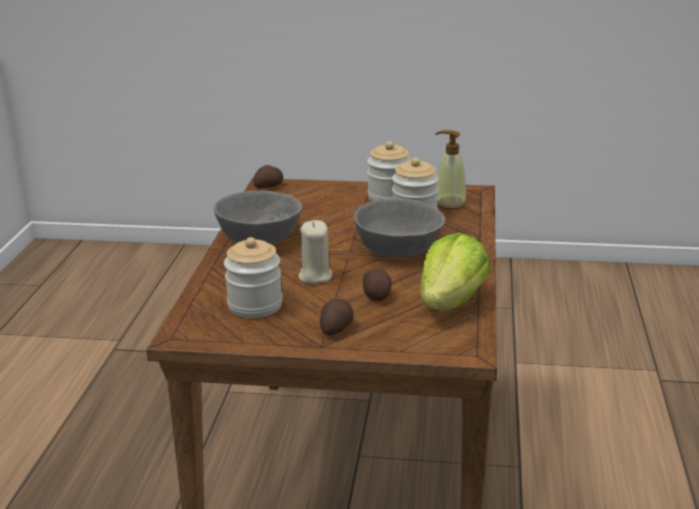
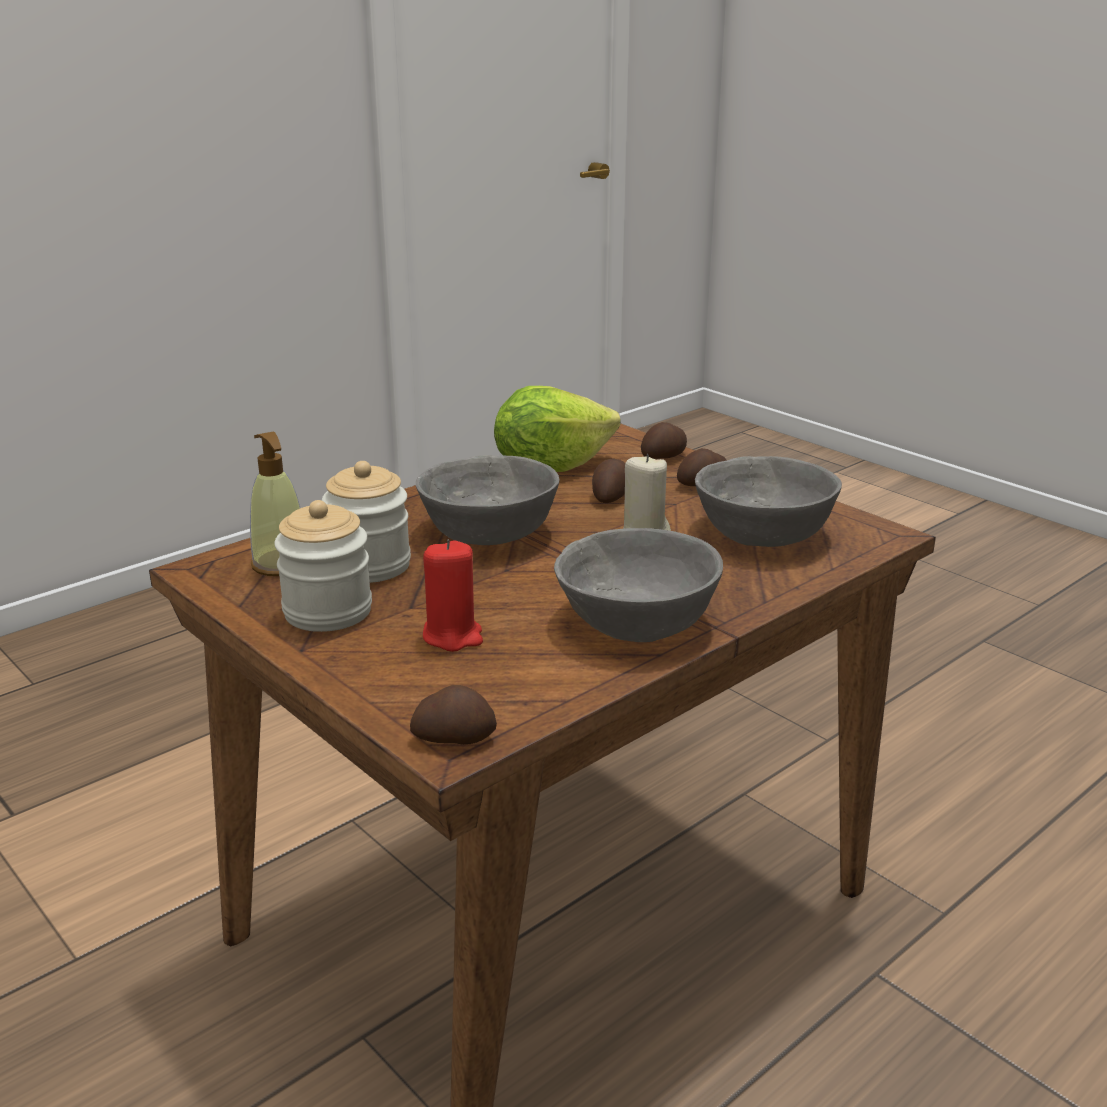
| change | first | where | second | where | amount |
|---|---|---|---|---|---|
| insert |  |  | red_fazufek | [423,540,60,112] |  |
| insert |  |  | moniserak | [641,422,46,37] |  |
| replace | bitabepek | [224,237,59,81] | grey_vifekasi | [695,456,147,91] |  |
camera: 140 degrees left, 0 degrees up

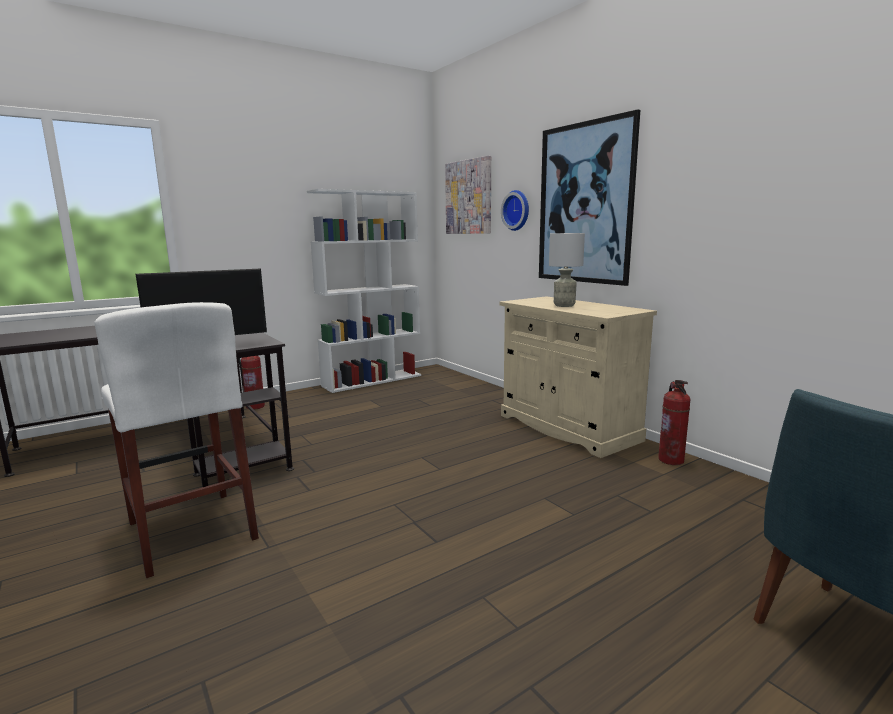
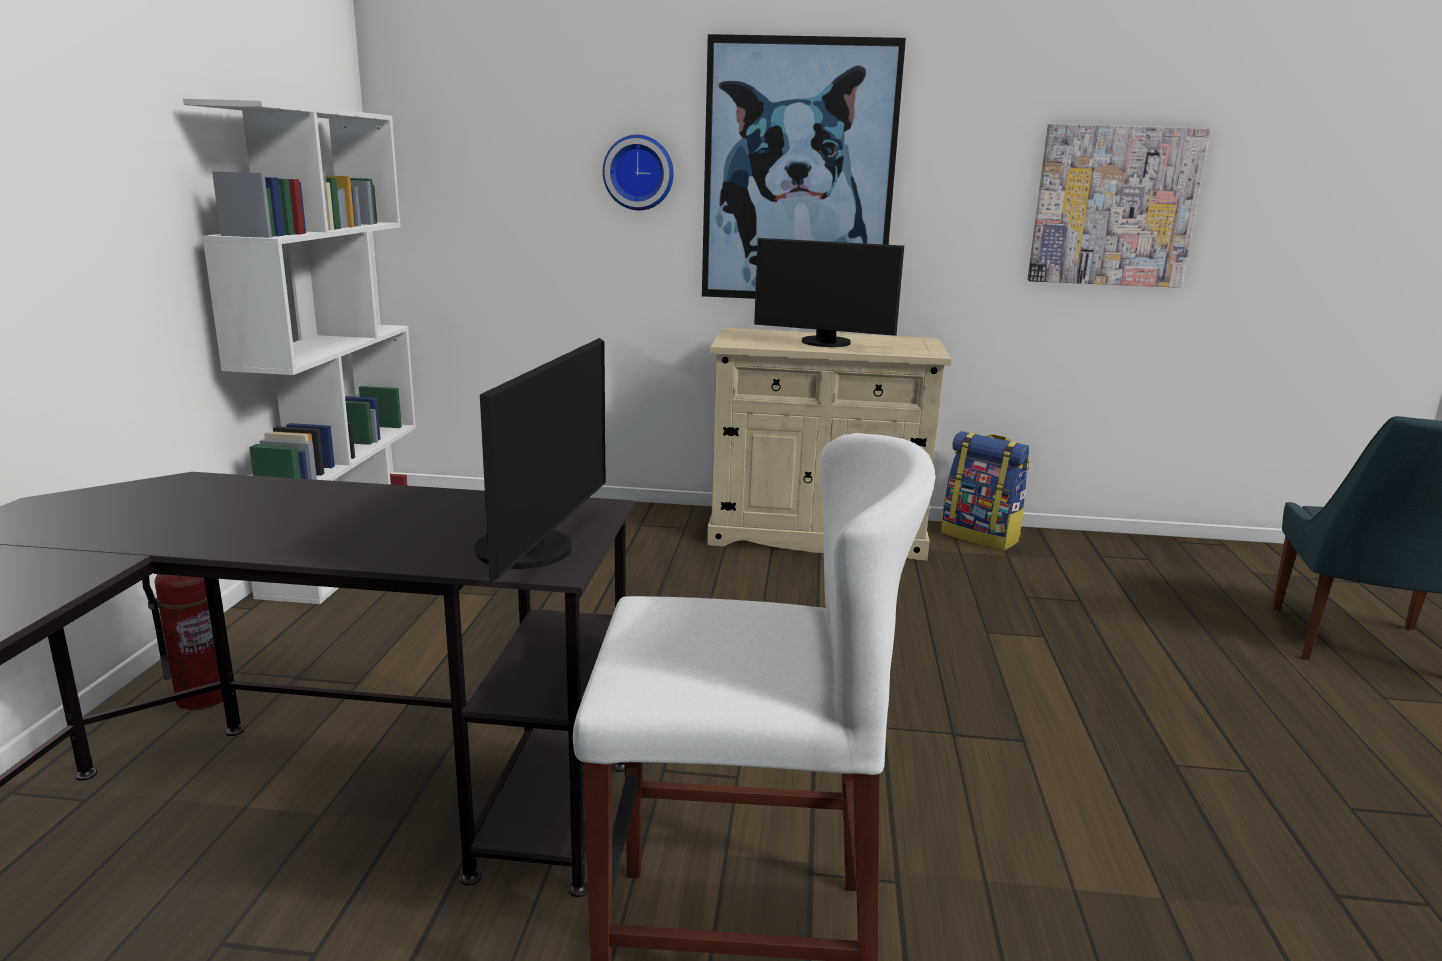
| change | first | where | second | where | amount |
|---|---|---|---|---|---|
| replace | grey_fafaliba | [549,233,36,74] | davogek | [754,238,150,109] |  |
| replace | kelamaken | [658,380,32,85] | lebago | [941,431,89,120] |  |
| move | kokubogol | [445,156,46,78] |  | [1028,124,183,164] |  |
camera: 50 degrees left, 5 degrees up

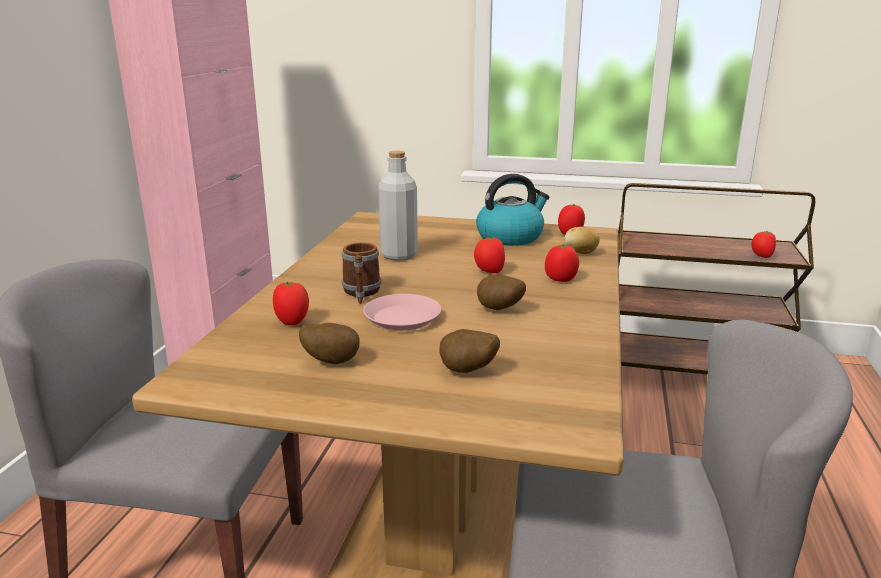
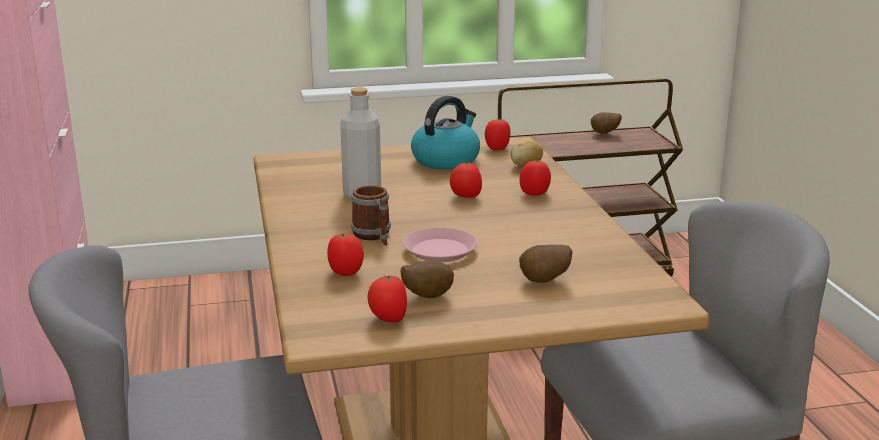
| change | first | where | second | where | amount |
|---|---|---|---|---|---|
| move | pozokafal | [751,231,25,27] |  | [368,275,39,48] |  |
| move | moniserak | [477,274,49,36] |  | [591,112,31,22] |  |
camera: 25 degrees left, 0 degrees up

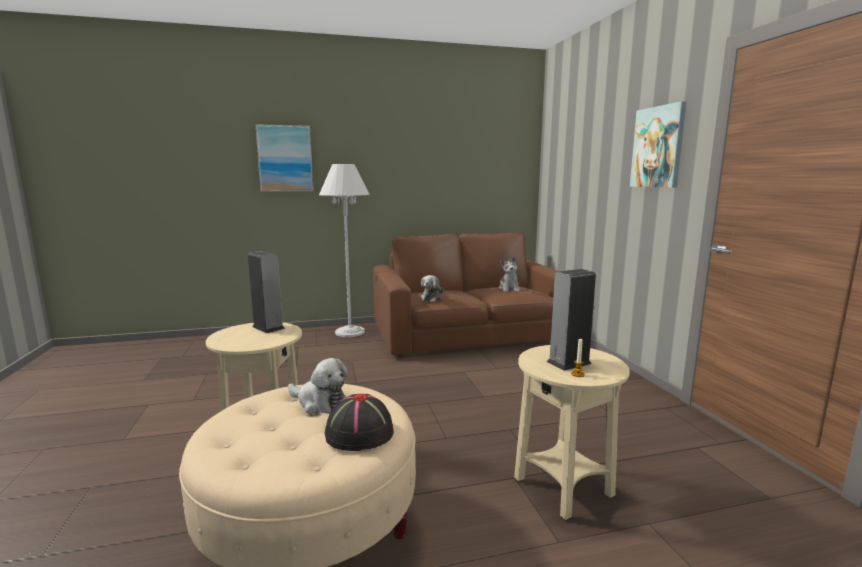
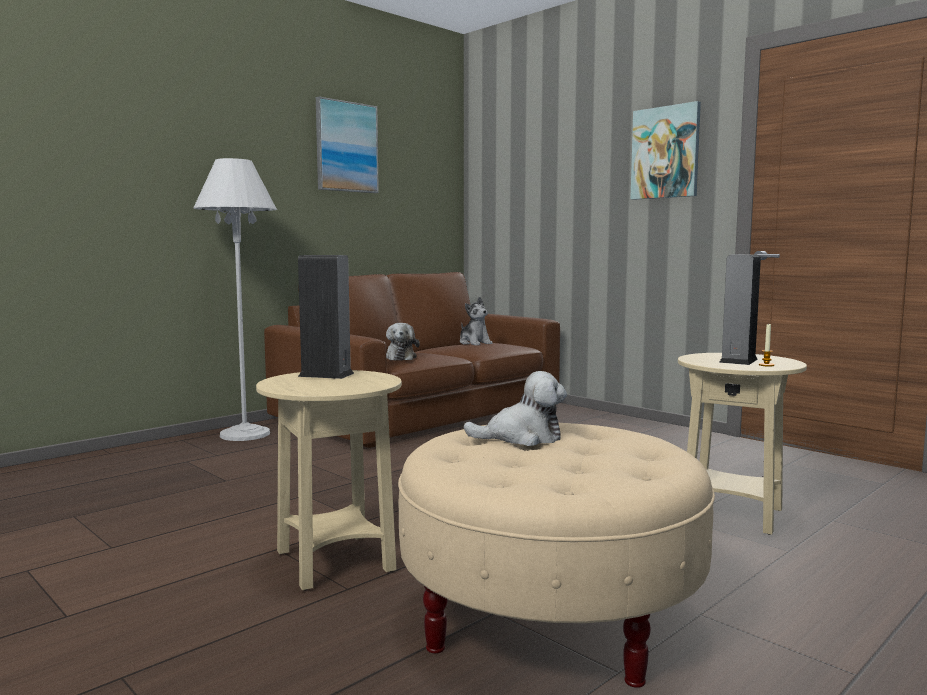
| change | first | where | second | where | amount |
|---|---|---|---|---|---|
| move | kokubogol | [255,124,58,68] |  | [316,97,63,96] |  |
| delete | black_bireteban | [325,394,69,57] |  |  |  |
camera: 30 degrees left, 5 degrees down

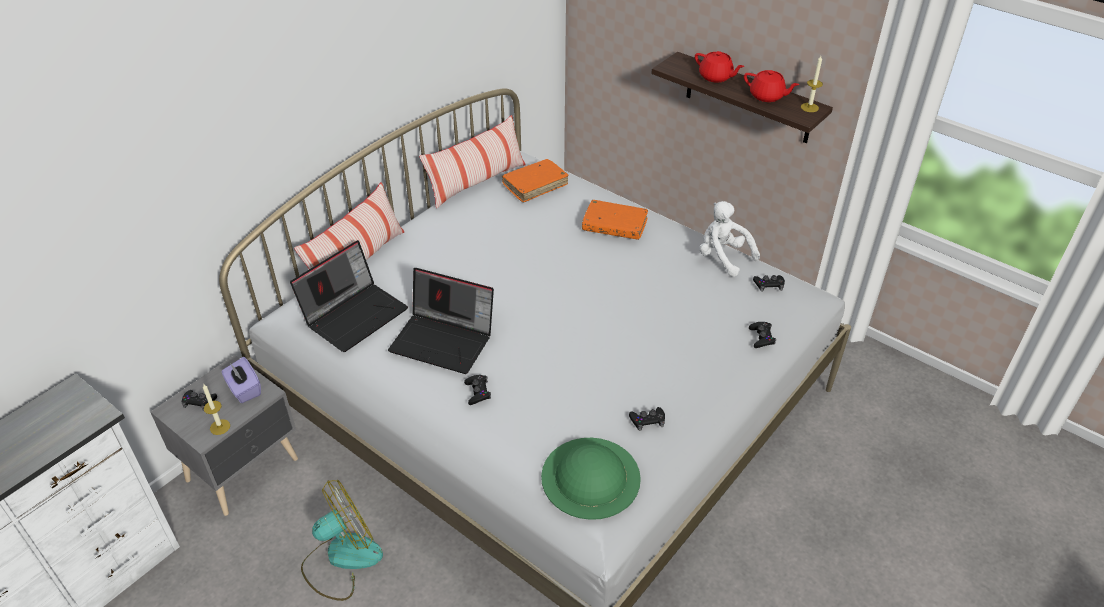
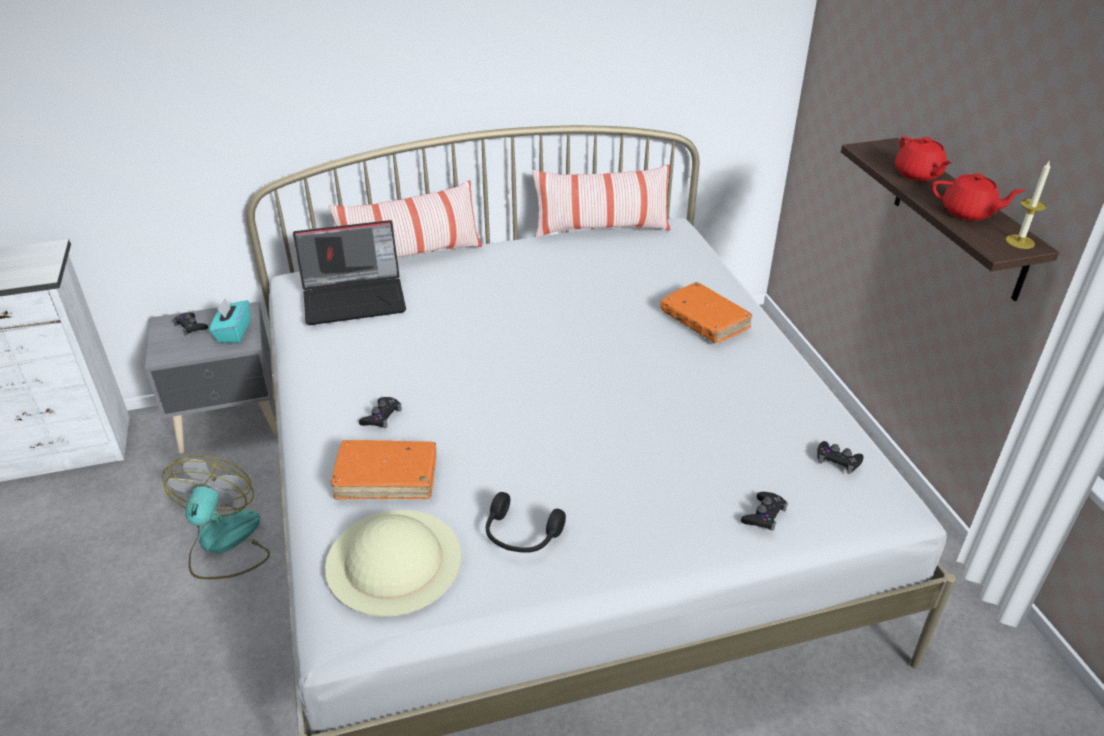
| change | first | where | second | where | amount |
|---|---|---|---|---|---|
| rotate | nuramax | [301,480,82,121] |  | [162,455,108,124] | 90 degrees counterclockwise |
| recolor | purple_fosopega | [221,357,40,46] | turquoise_fosopega | [209,298,41,45] |  |
| recolor | green_bireteban | [541,438,100,82] | beige_bireteban | [325,510,136,106] |  |
| move | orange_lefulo | [502,159,67,43] |  | [331,440,106,60] |  |
| replace | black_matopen | [629,407,36,24] | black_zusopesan | [486,492,80,61] |  |
| rotate | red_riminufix | [744,70,55,32] |  | [932,173,94,48] | 45 degrees counterclockwise |
| delete | fazufek | [203,384,27,51] |  |  |  |
| delete | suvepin | [388,268,106,106] |  |  |  |
| delete | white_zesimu | [699,201,61,76] |  |  |  |
camera: 35 degrees right, 5 degrees down

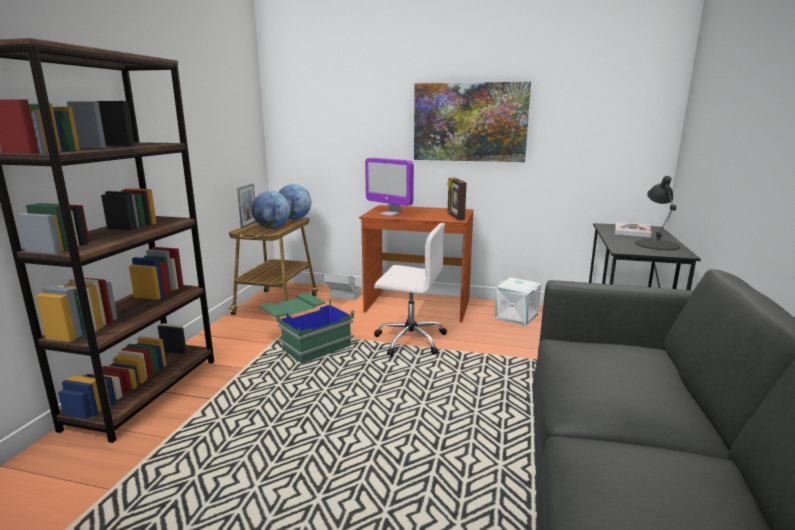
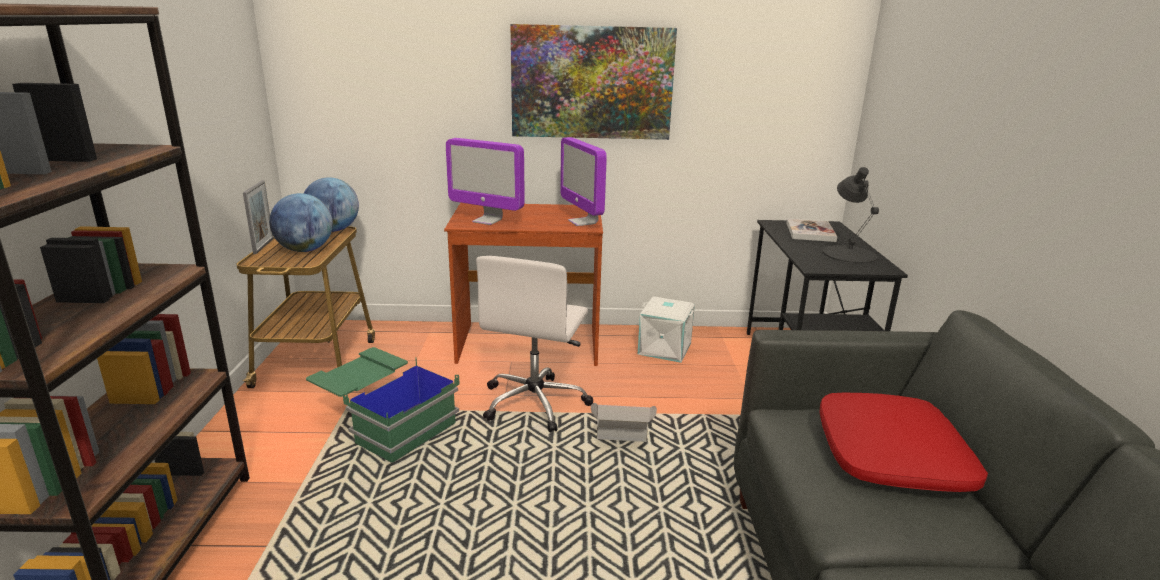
| change | first | where | second | where | amount |
|---|---|---|---|---|---|
| rotate | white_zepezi | [374,223,73,133] |  | [476,256,117,176] | 105 degrees clockwise |
| replace | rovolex | [447,178,20,42] | davogek | [560,137,47,89] |  |
| move | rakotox | [323,273,38,27] |  | [591,403,66,39] |  |
| insert |  |  | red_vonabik | [819,392,169,100] |  |
camera: 15 degrees left, 5 degrees up

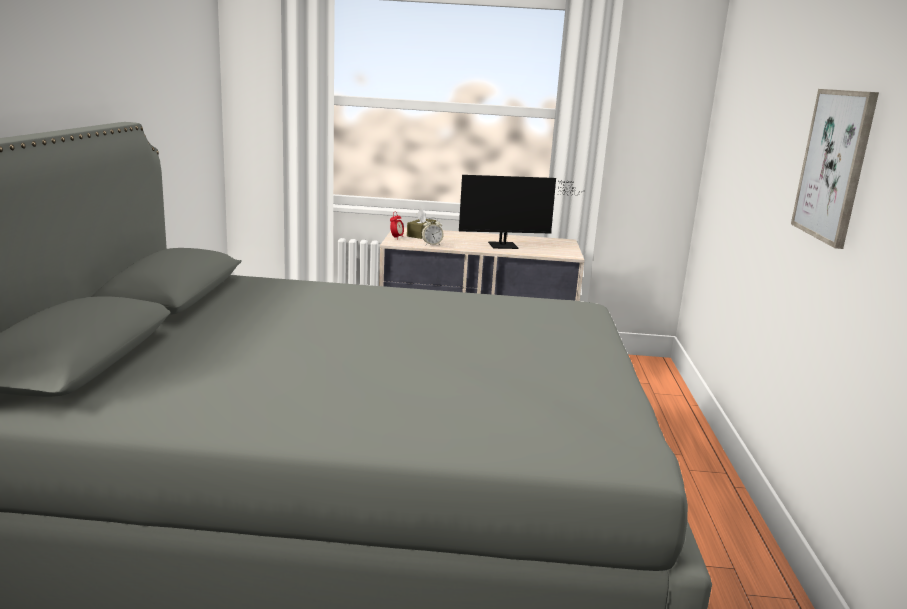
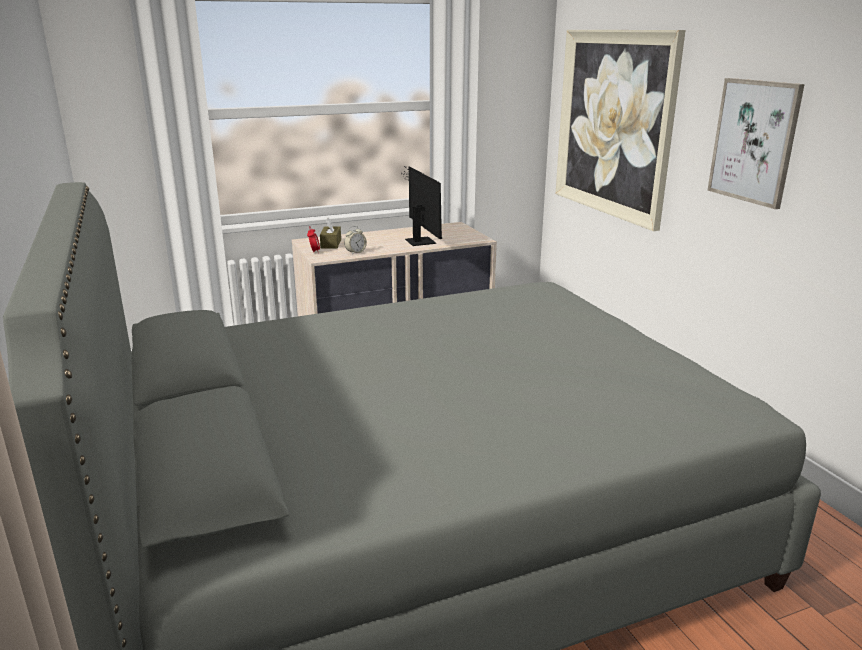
| change | first | where | second | where | amount |
|---|---|---|---|---|---|
| rotate | davogek | [459,175,125,74] |  | [404,166,38,80] | 75 degrees counterclockwise |
| insert |  |  | kokubogol | [555,30,131,201] |  |
camera: 25 degrees left, 5 degrees up

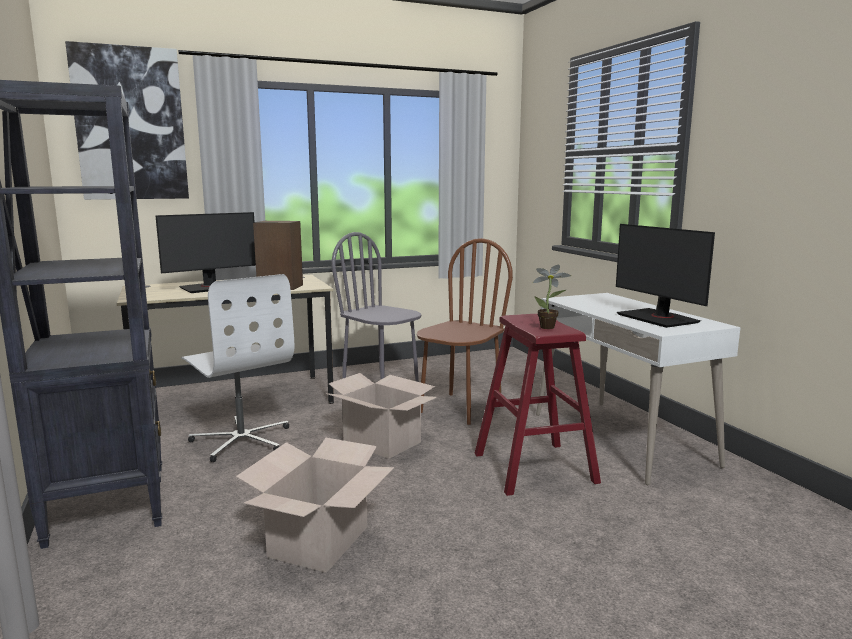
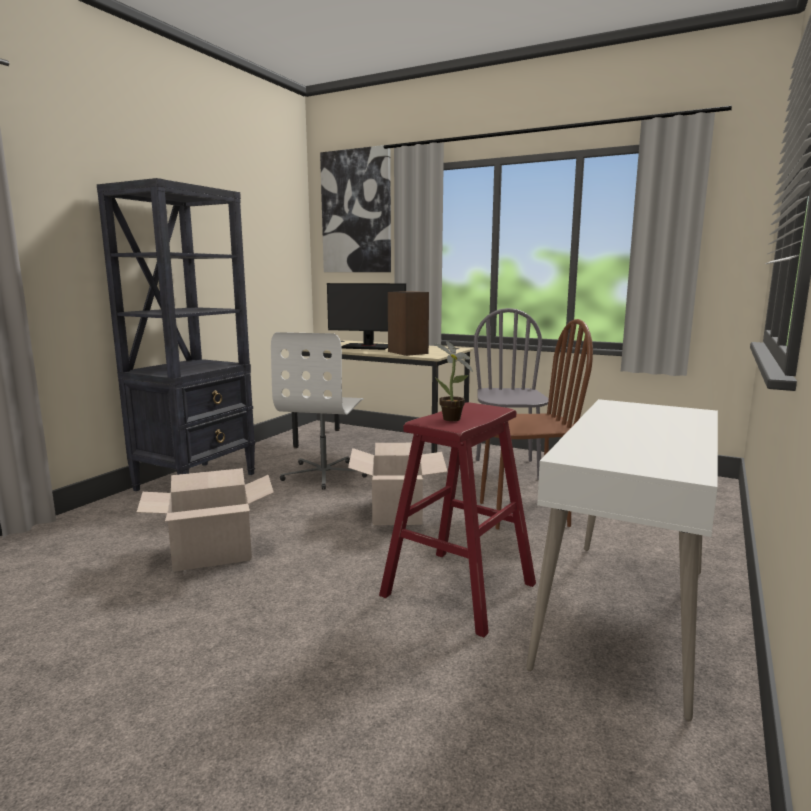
| change | first | where | second | where | amount |
|---|---|---|---|---|---|
| delete | davogek | [616,224,99,104] |  |  |  |
camera: 50 degrees right, 0 degrees up

